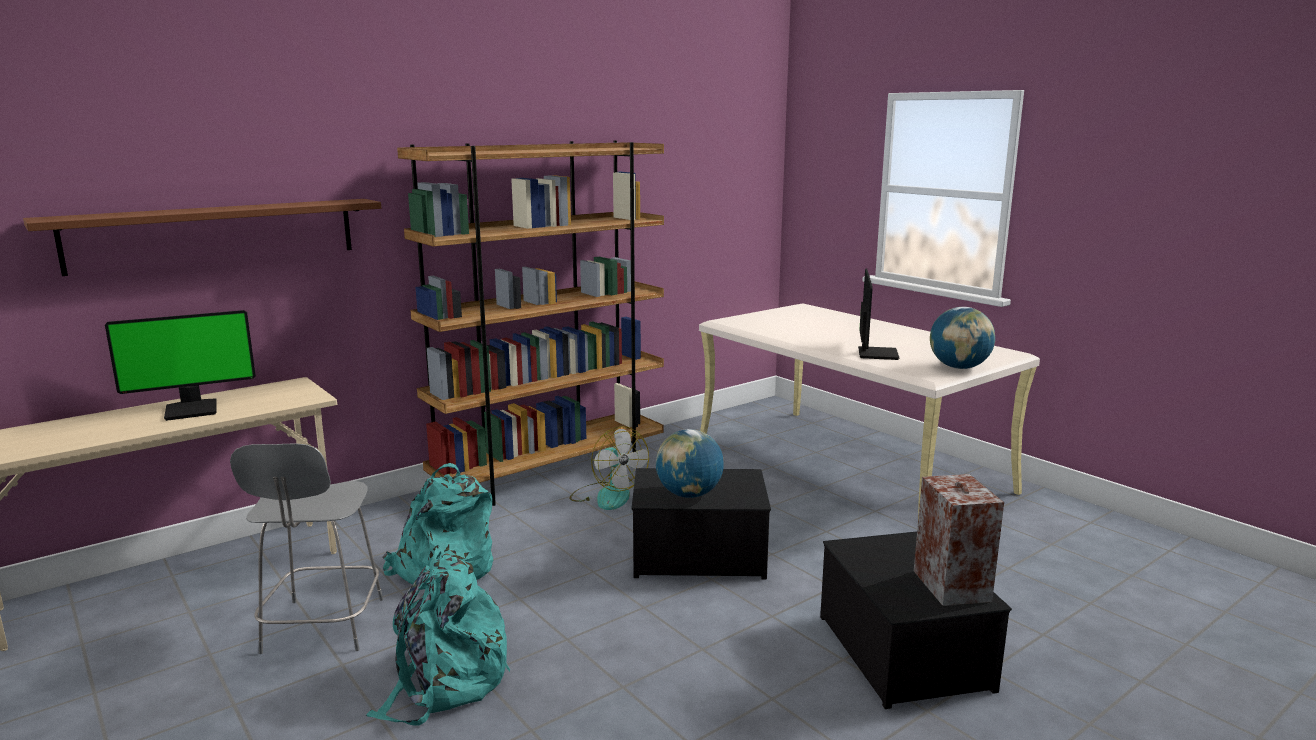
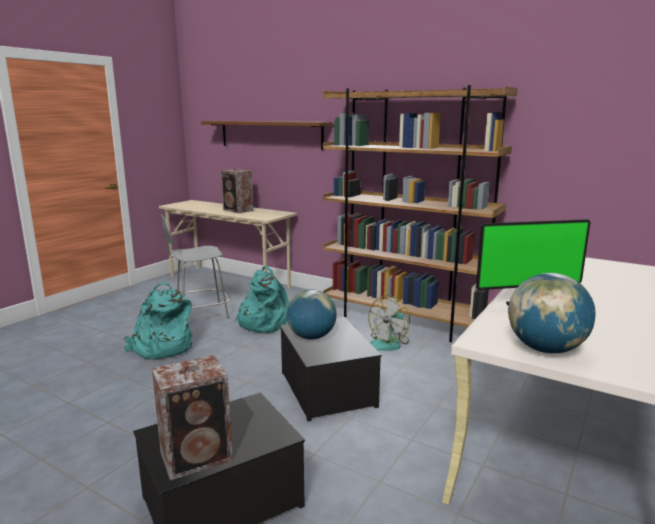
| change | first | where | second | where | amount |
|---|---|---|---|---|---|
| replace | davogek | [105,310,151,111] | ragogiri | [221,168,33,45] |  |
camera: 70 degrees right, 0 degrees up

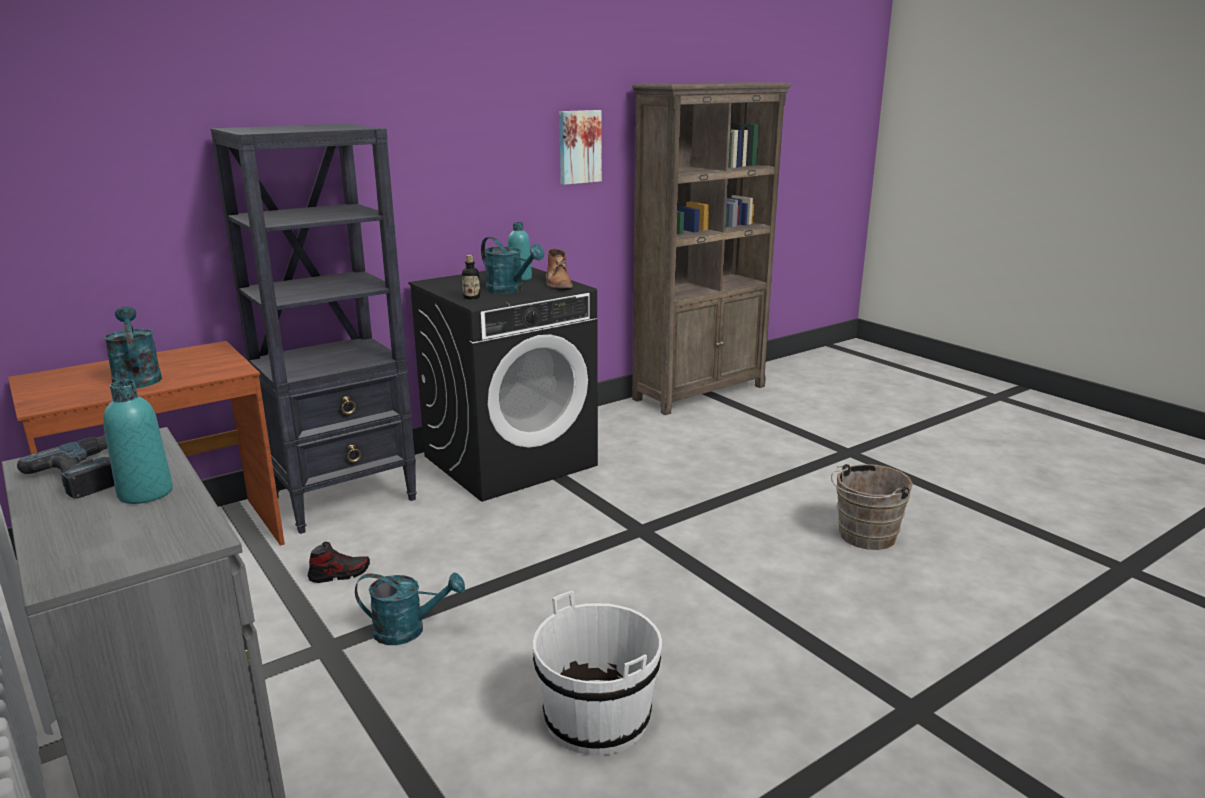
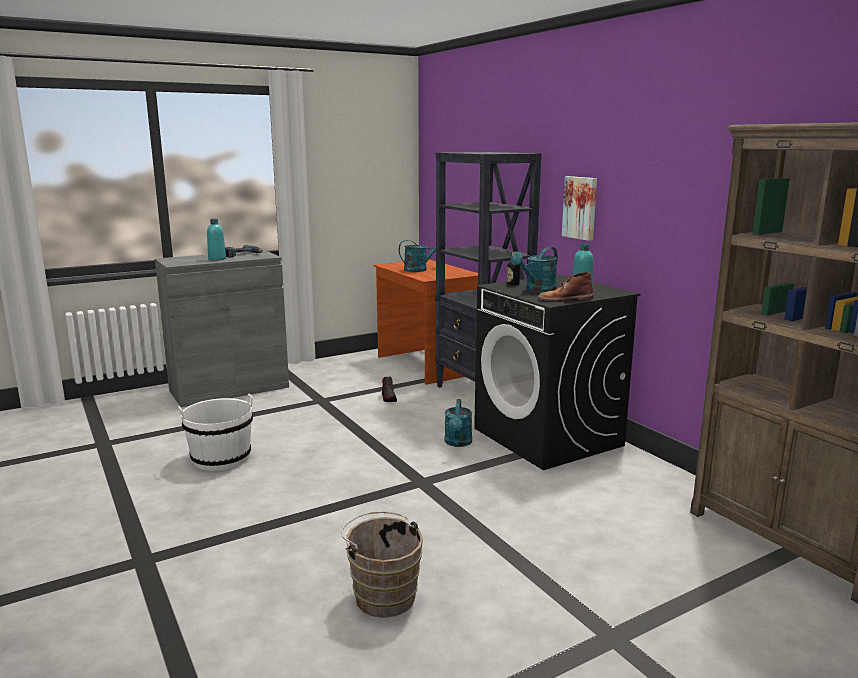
| change | first | where | second | where | amount |
|---|---|---|---|---|---|
| move | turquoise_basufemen | [355,572,110,73] |  | [445,399,27,48] |  |
| move | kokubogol | [559,110,43,75] |  | [562,176,35,65] |  |
camera: 95 degrees right, 5 degrees down

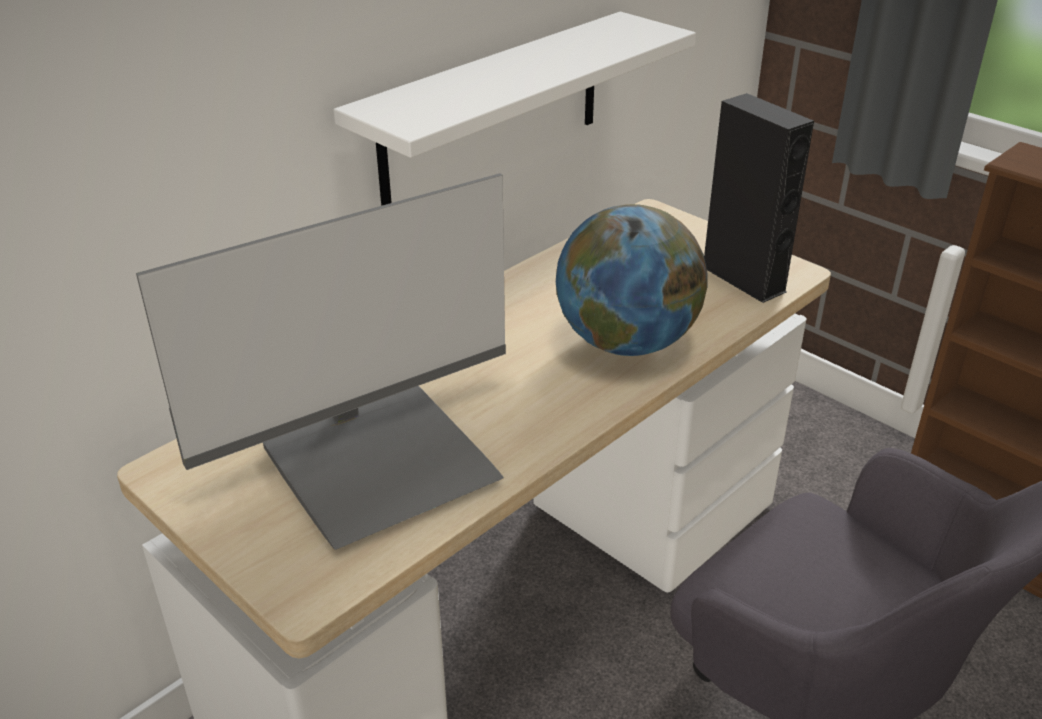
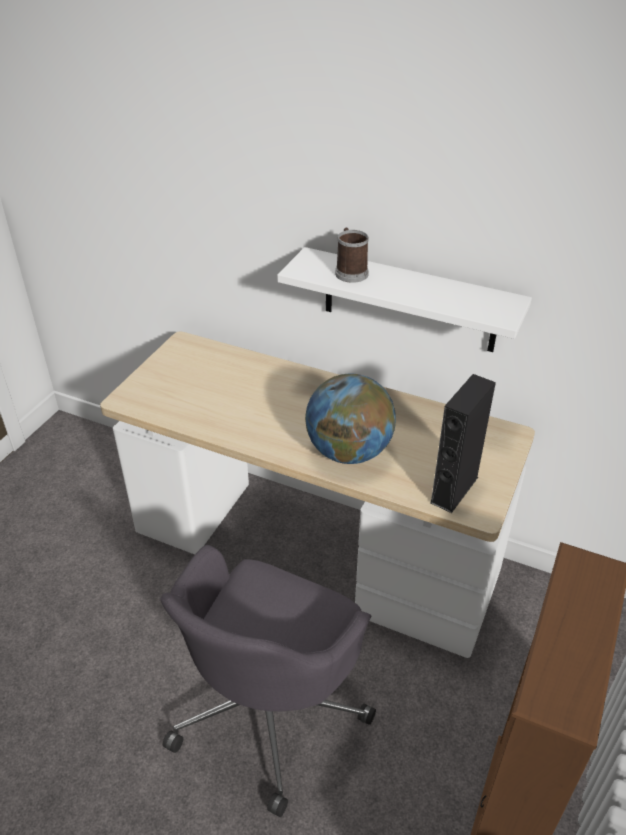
| change | first | where | second | where | amount |
|---|---|---|---|---|---|
| insert |  |  | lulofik | [335,228,34,55] |  |
| delete | davogek | [136,173,370,377] |  |  |  |
camera: 70 degrees right, 5 degrees up

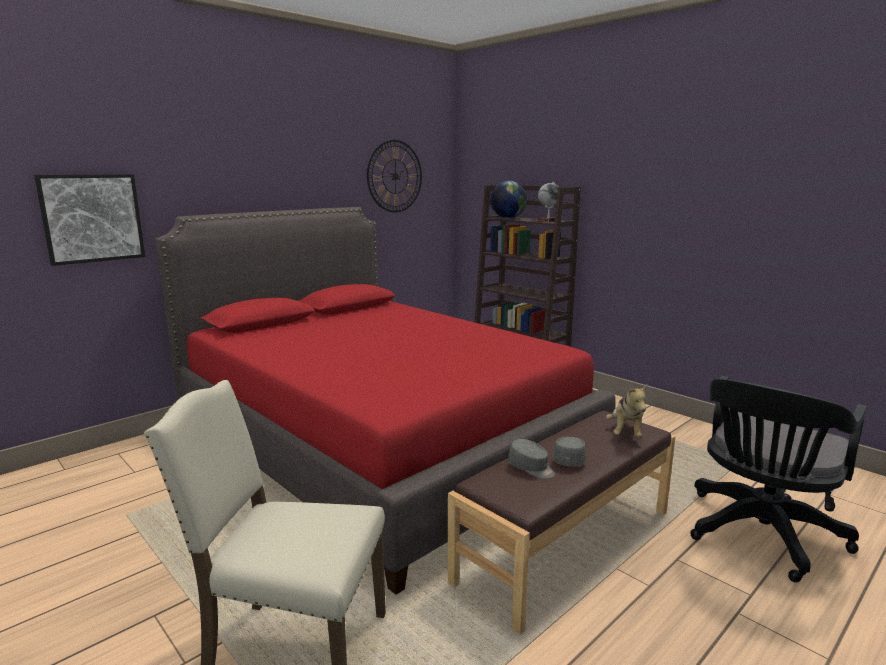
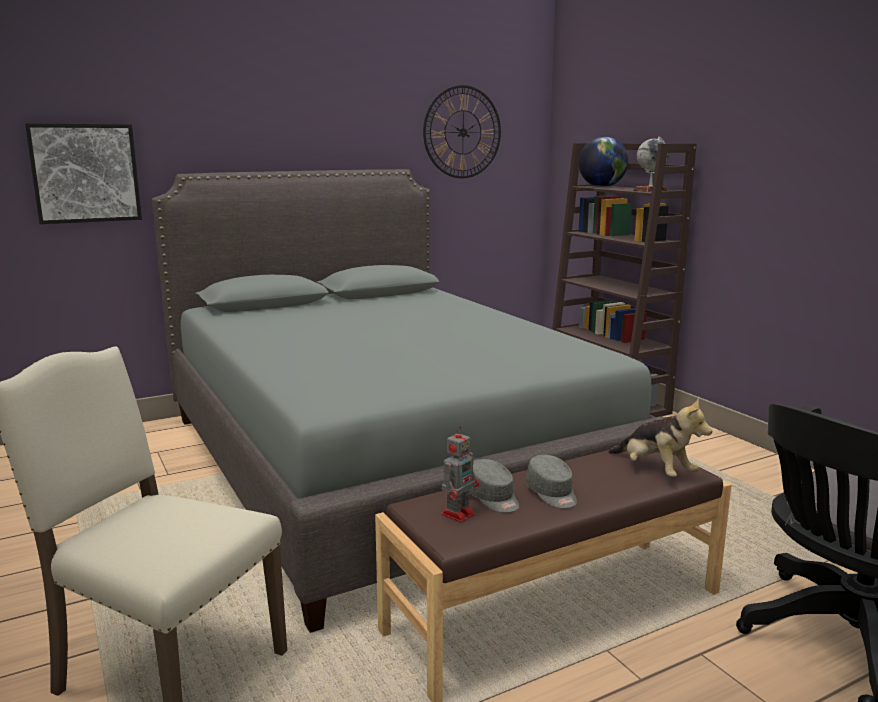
| change | first | where | second | where | amount |
|---|---|---|---|---|---|
| recolor | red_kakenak | [155,207,461,388] | grey_kakenak | [152,169,524,464] |  |
| insert |  |  | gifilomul | [441,426,38,97] |  |
| rotate | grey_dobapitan | [553,437,33,29] |  | [526,455,51,53] | 120 degrees clockwise |
| rotate | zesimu | [606,385,41,53] |  | [608,397,104,80] | 60 degrees counterclockwise |
camera: 15 degrees right, 0 degrees up

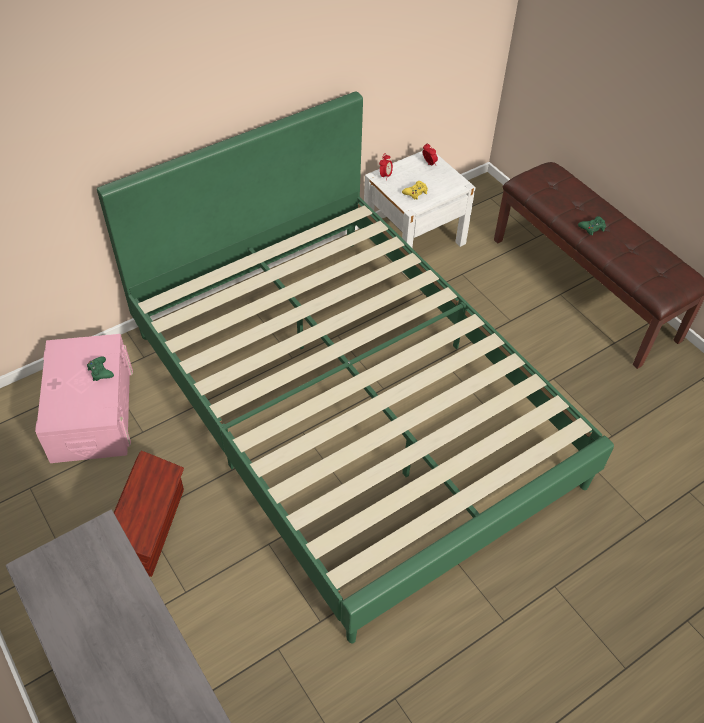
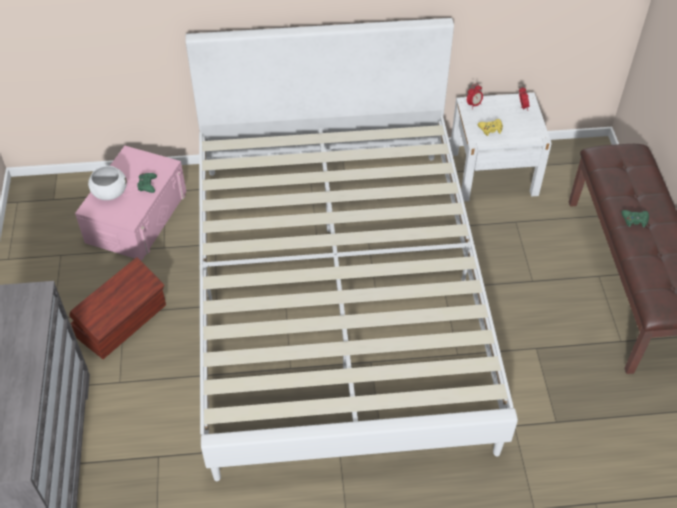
| change | first | where | second | where | amount |
|---|---|---|---|---|---|
| insert |  |  | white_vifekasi | [88,166,39,34] |  |
| recolor | green_kakenak | [97,91,517,552] | white_kakenak | [185,18,333,463] |  |
camera: 30 degrees right, 0 degrees up

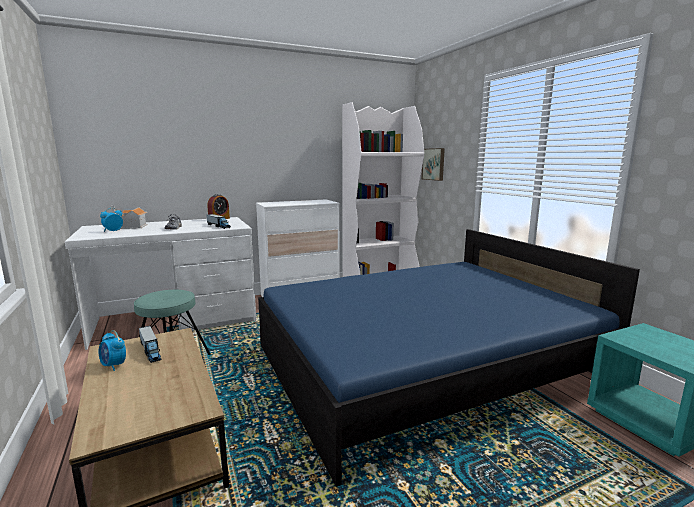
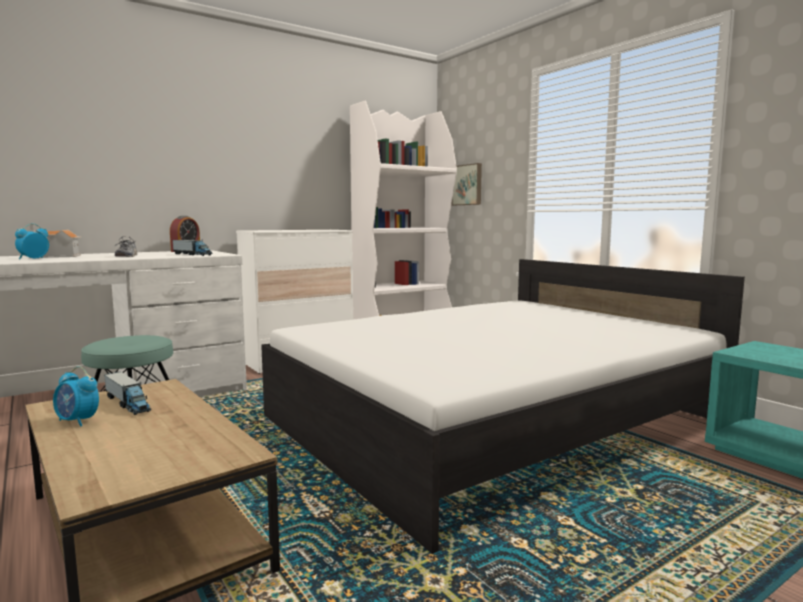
| change | first | where | second | where | amount |
|---|---|---|---|---|---|
| recolor | blue_kakenak | [258,229,382,258] | white_kakenak | [261,259,484,295] |  |
camera: 10 degrees left, 5 degrees down

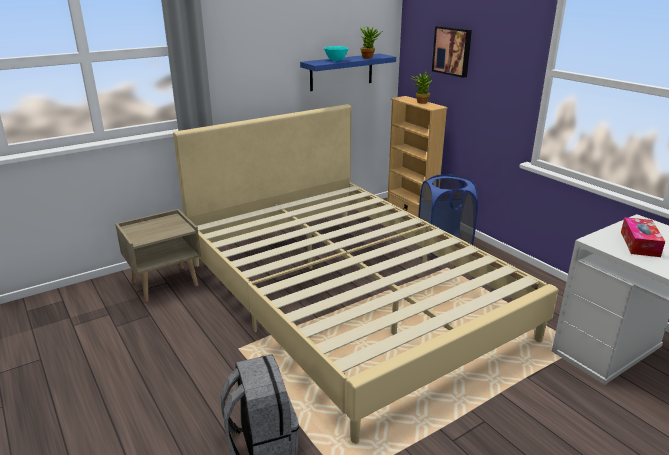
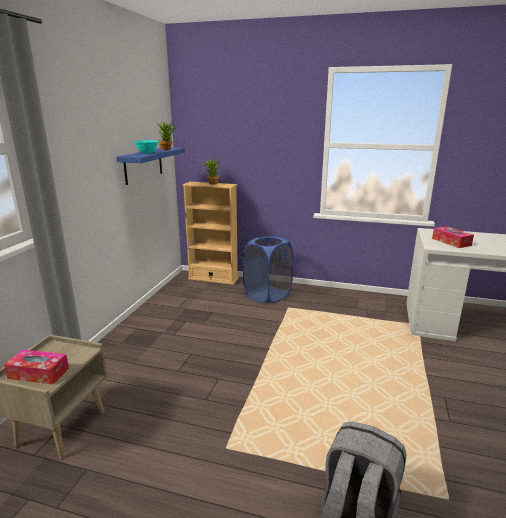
| change | first | where | second | where | amount |
|---|---|---|---|---|---|
| insert |  |  | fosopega | [4,349,65,35] |  |
| delete | beige_kakenak | [173,104,385,340] |  |  |  |
| delete | kokubogol | [432,26,40,52] |  |  |  |
camera: 40 degrees left, 5 degrees down

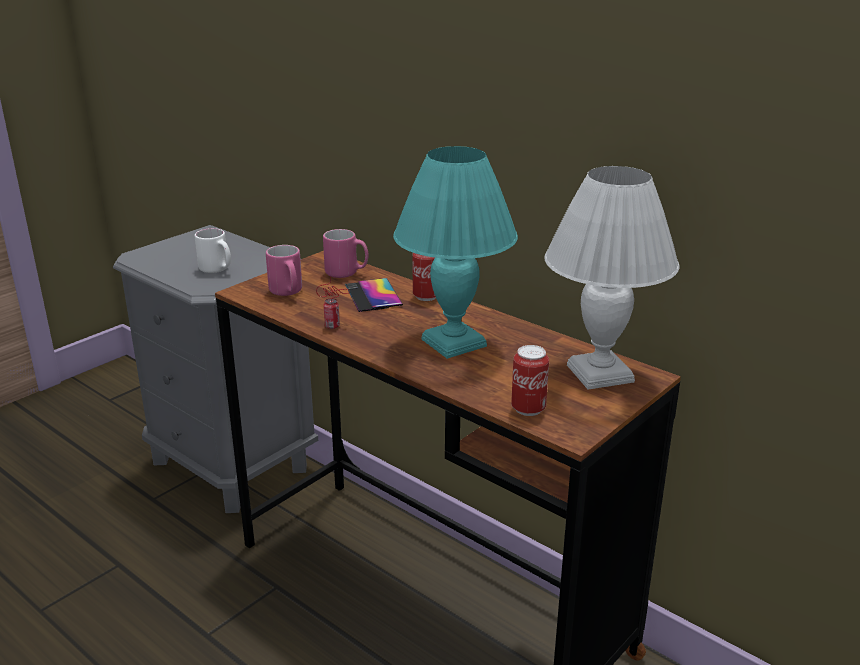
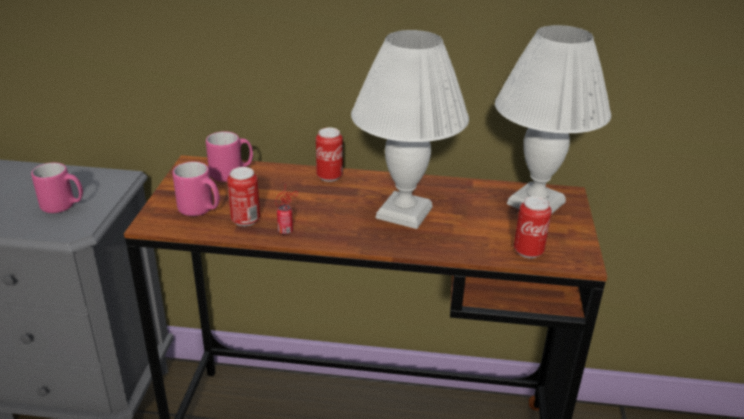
| change | first | where | second | where | amount |
|---|---|---|---|---|---|
| recolor | white_lulofik | [195,228,36,45] | pink_lulofik | [31,163,52,50] |  |
| insert |  |  | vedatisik | [227,167,33,59] |  |
| recolor | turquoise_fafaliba | [393,146,125,213] | white_fafaliba | [351,30,118,199] |  |
| delete | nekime | [345,278,58,34] |  |  |  |
camera: 35 degrees left, 5 degrees up

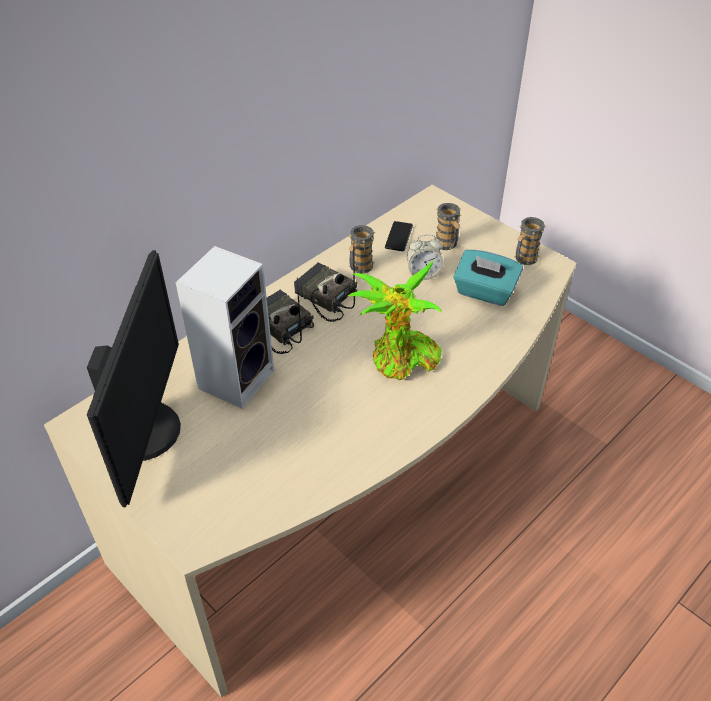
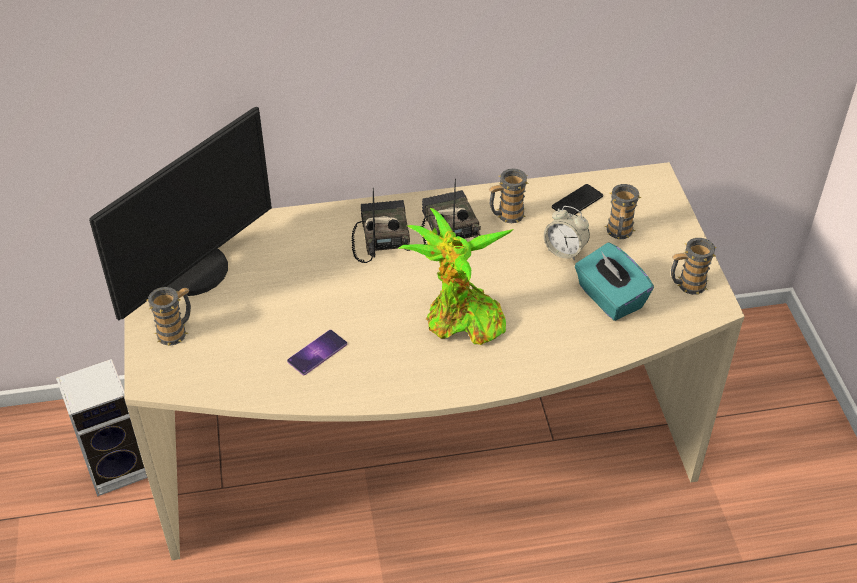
| change | first | where | second | where | amount |
|---|---|---|---|---|---|
| move | ragogiri | [176,246,98,163] |  | [56,359,92,138] |  |
| insert |  |  | lulofik | [147,287,44,59] |  |
| insert |  |  | nekime | [287,330,60,45] |  |
camera: 35 degrees right, 0 degrees up

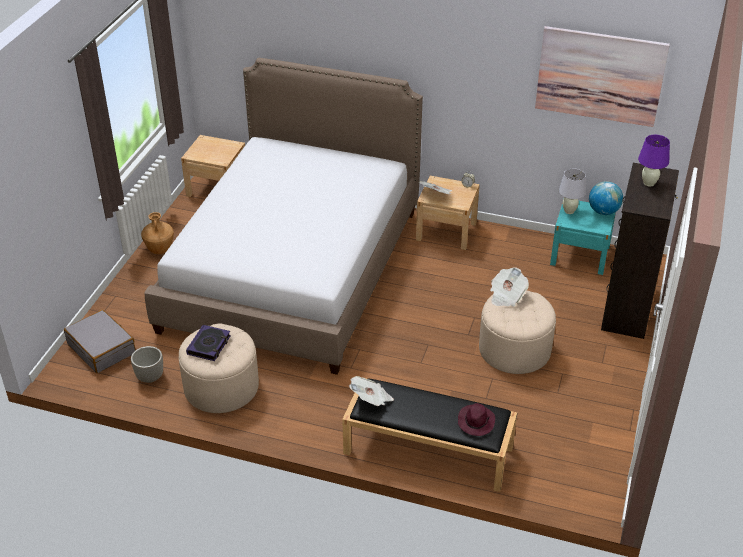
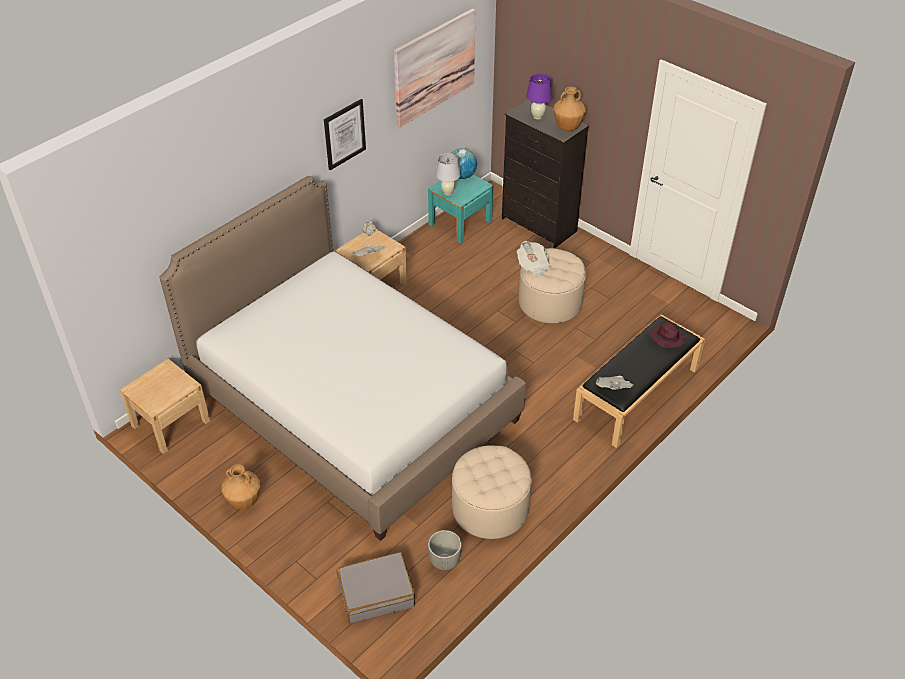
| change | first | where | second | where | amount |
|---|---|---|---|---|---|
| insert |  |  | kokubogol | [324,99,42,71] |  |
| insert |  |  | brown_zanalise | [553,87,33,44] |  |
| delete | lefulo | [186,325,45,36] |  |  |  |
camera: 65 degrees left, 5 degrees up

